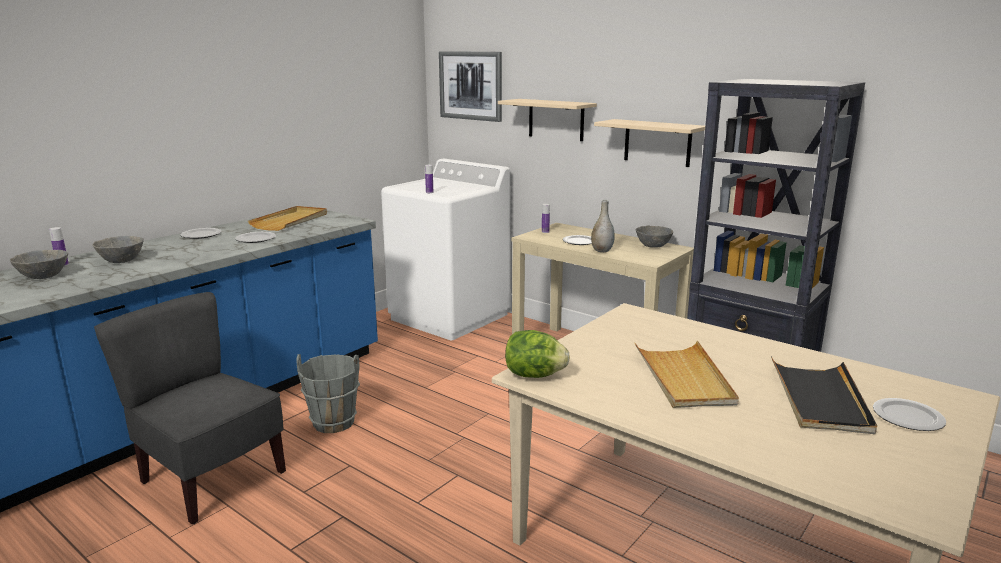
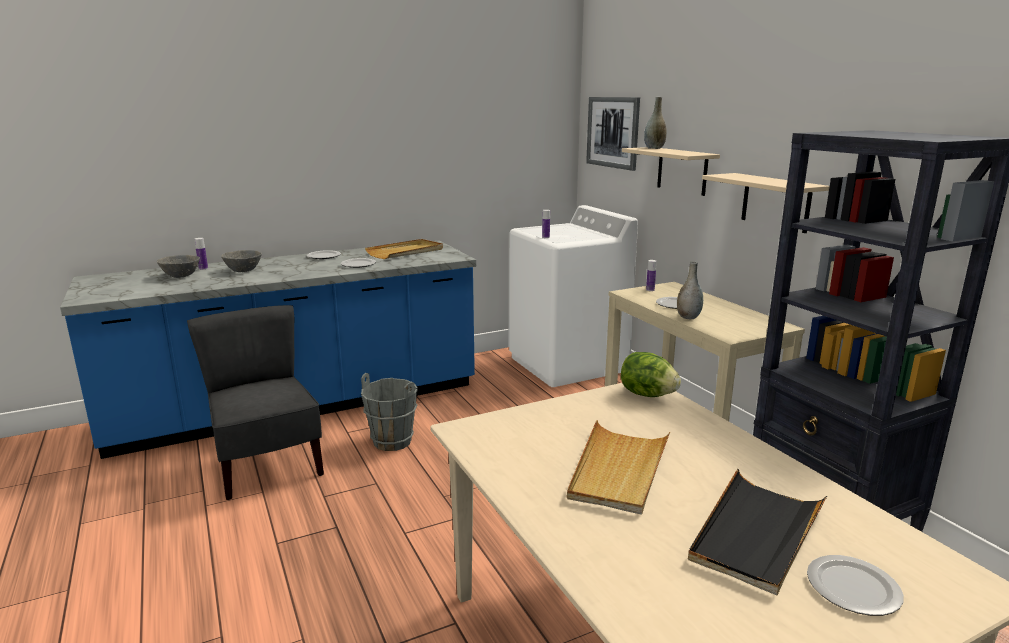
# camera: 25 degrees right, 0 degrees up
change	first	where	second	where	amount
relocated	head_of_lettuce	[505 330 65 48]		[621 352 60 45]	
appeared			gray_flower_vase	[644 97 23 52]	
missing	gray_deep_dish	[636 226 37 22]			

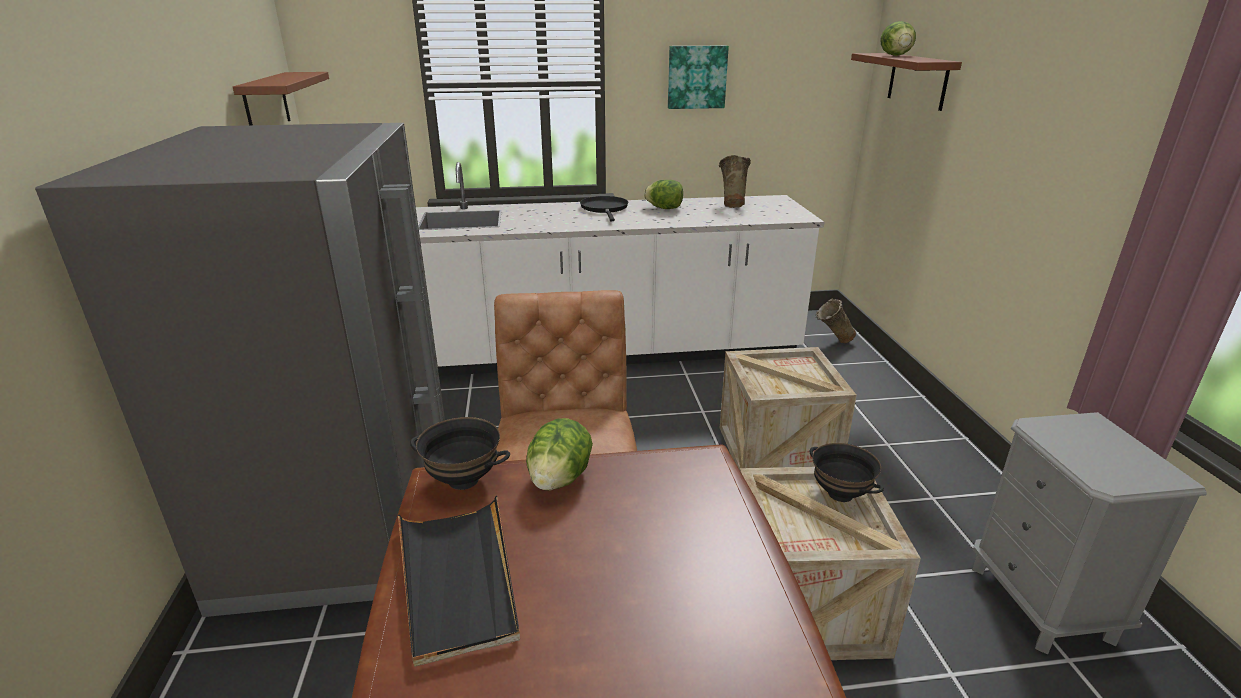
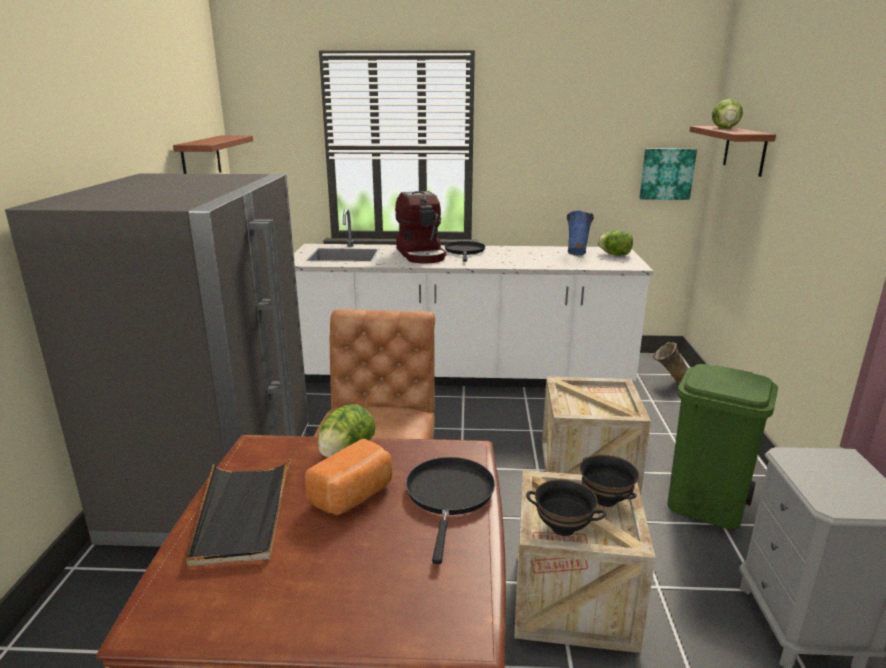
# camera: 10 degrees right, 5 degrees down
change	first	where	second	where	amount
appeared			bread	[305 439 87 76]	
appeared			coffee_machine	[395 191 51 72]	
appeared			black-coloured_frying_pan	[406 457 89 107]	
relocated	black-coloured_deep_dish	[410 417 100 73]		[526 479 80 57]	
colour	beige_flower_vase	[719 155 32 53]	blue-coloured_flower_vase	[566 210 28 46]	
relocated	head_of_lettuce	[644 180 39 29]		[598 230 35 26]	
relocated	wall_art	[668 46 61 63]		[639 148 58 52]	
appeared			green_trash_can	[667 364 111 165]	

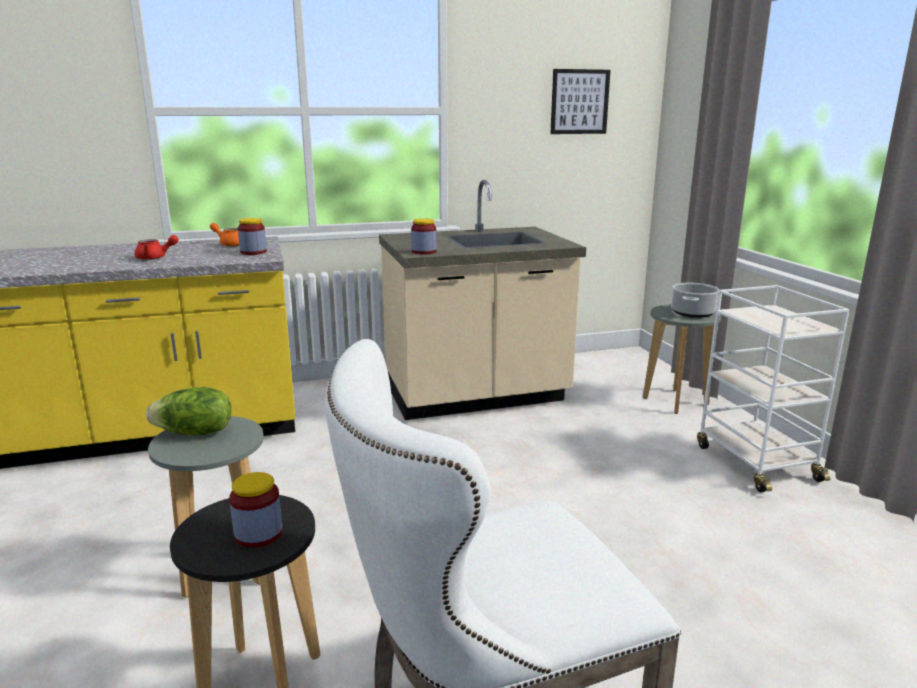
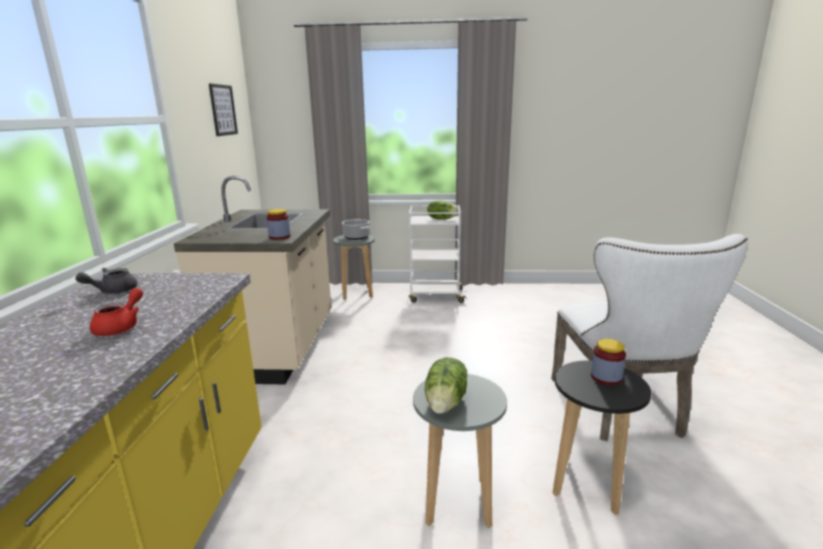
# camera: 70 degrees left, 0 degrees up
change	first	where	second	where	amount
colour	orange_pot_for_tea	[210 223 29 24]	gray_pot_for_tea	[75 268 62 26]	
appeared			head_of_lettuce	[427 201 32 19]	
missing	preserve_jar	[238 218 29 37]			

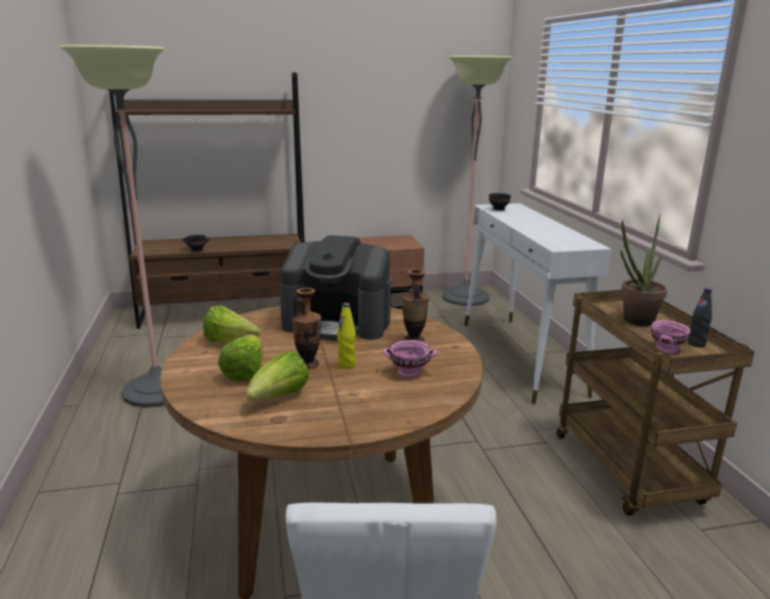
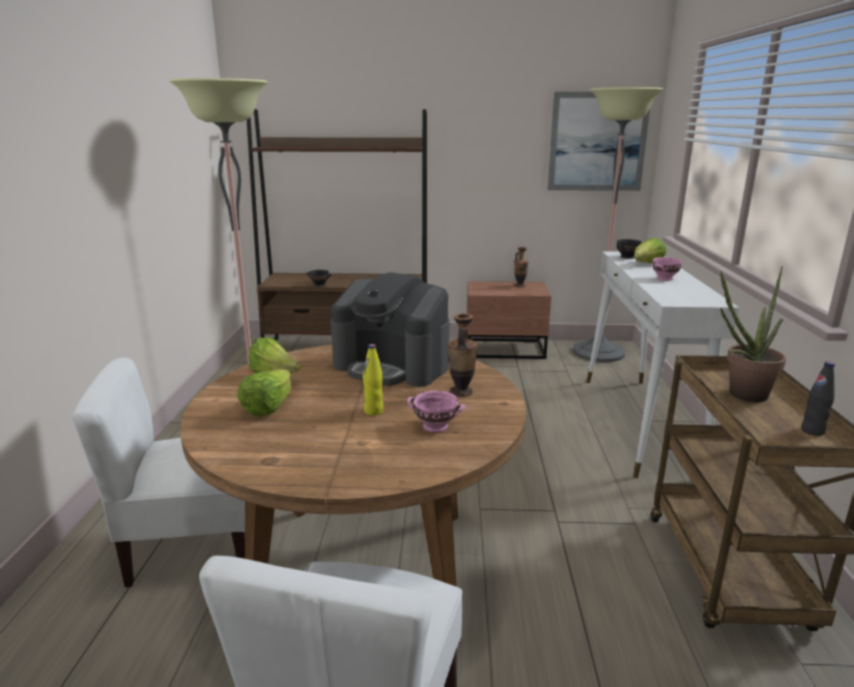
# camera: 15 degrees right, 0 degrees up
change	first	where	second	where	amount
appeared			white_plain_chair	[72 357 173 231]	
relocated	flower_vase	[292 288 29 81]		[514 247 15 41]	
appeared			wall_art	[548 92 102 99]	
relocated	head_of_lettuce	[246 351 63 50]		[634 238 32 25]	
relocated	pink-coloured_deep_dish	[651 320 40 33]		[653 257 29 23]	

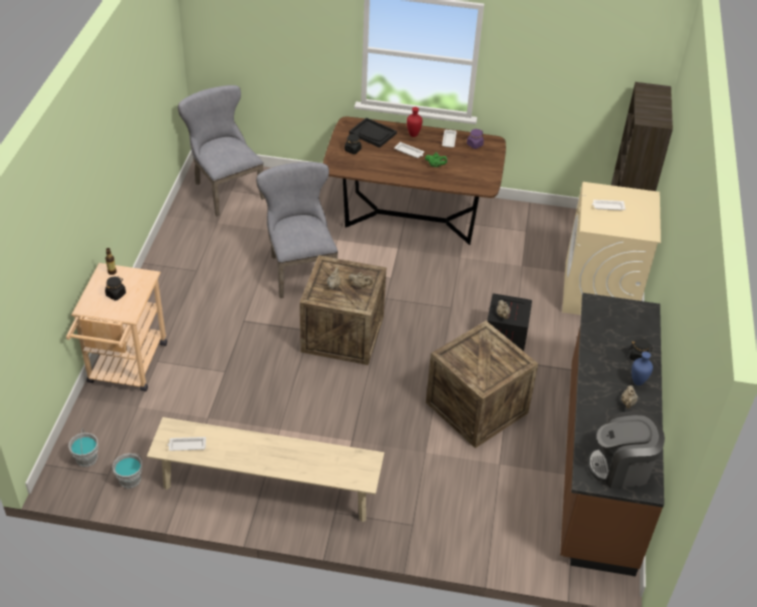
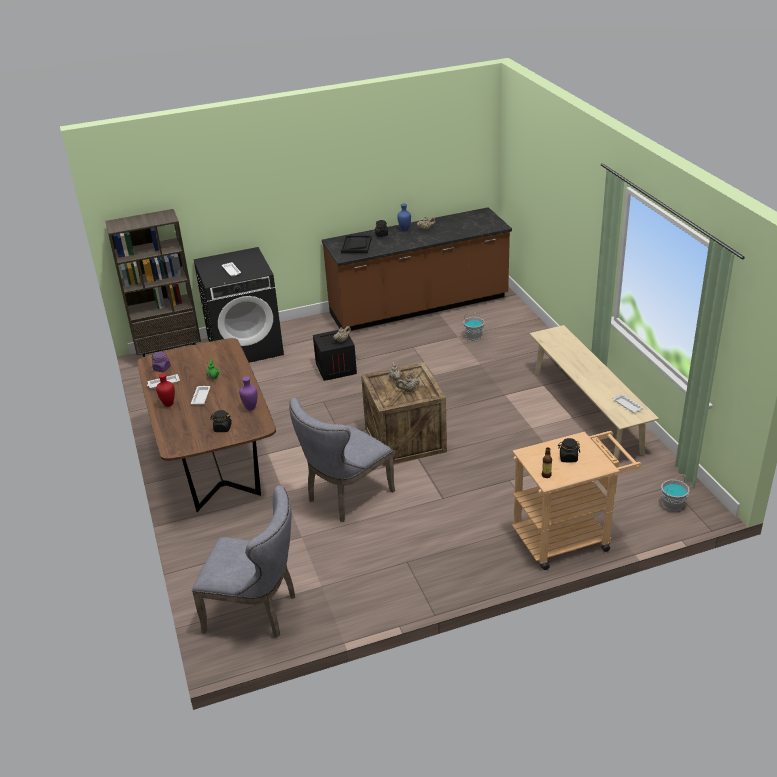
# camera: 115 degrees left, 10 degrees down
change	first	where	second	where	amount
spun	gray_plain_chair	[178 85 87 131]		[192 485 103 153]	105 degrees counterclockwise
colour	beige_laundry_appliance	[562 182 99 133]	black-coloured_laundry_appliance	[193 247 91 116]	
appeared			purplish_flower_vase	[239 376 19 35]	
relocated	black-coloured_serving_tray	[349 118 48 30]		[341 235 31 18]	
relocated	gray_pail	[112 453 30 35]		[463 312 22 29]	
missing	crate	[426 321 112 127]			
missing	coffee_machine	[587 411 78 78]			

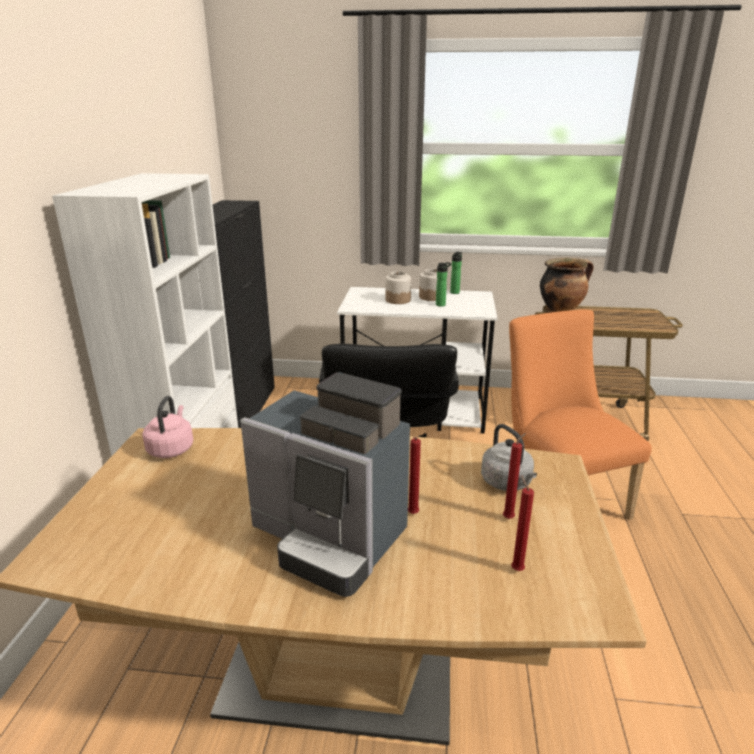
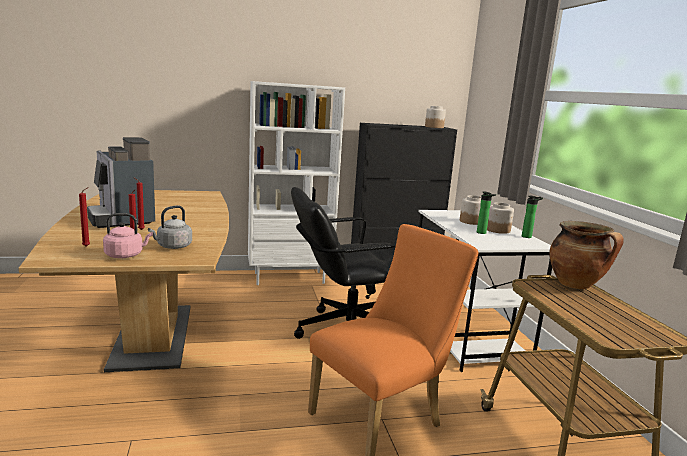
# camera: 70 degrees right, 10 degrees down
change	first	where	second	where	amount
spun	coffee_machine	[240 372 170 225]		[87 137 68 91]	45 degrees counterclockwise
relocated	pink-coloured_tea_kettle	[142 396 51 62]		[103 213 50 45]	
appeared			preserve_jar	[425 106 21 22]	

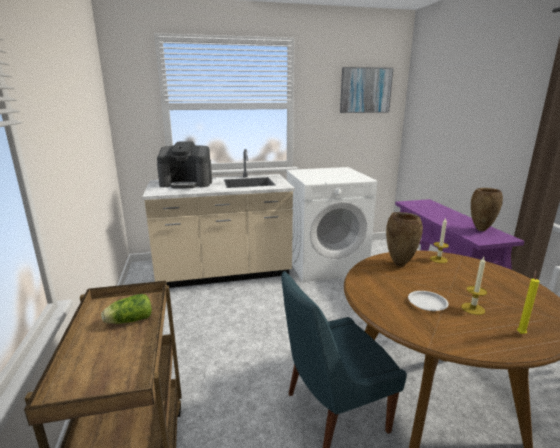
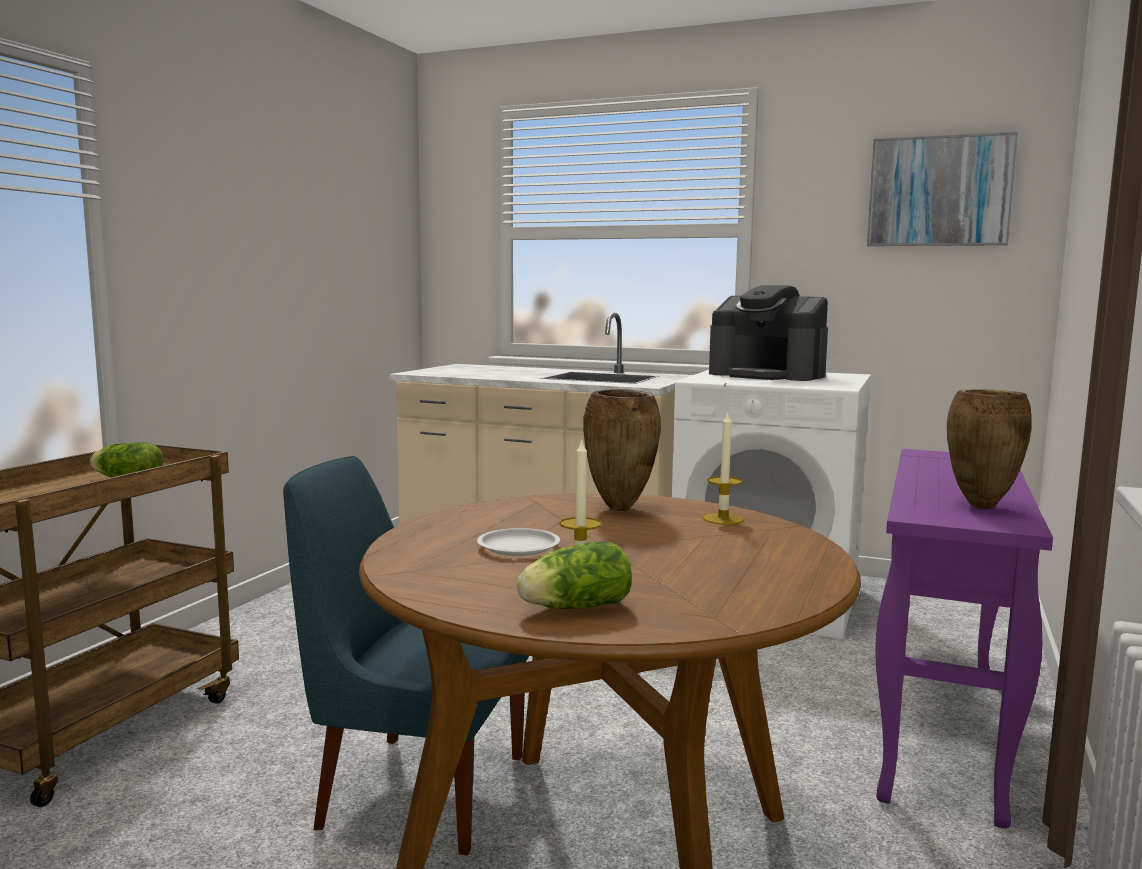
# camera: 35 degrees right, 10 degrees down
change	first	where	second	where	amount
exchanged	yellow-coloured_wax_candle	[517 271 23 63]	head_of_lettuce	[517 541 115 68]	
relocated	coffee_machine	[157 141 55 47]		[709 285 119 96]	

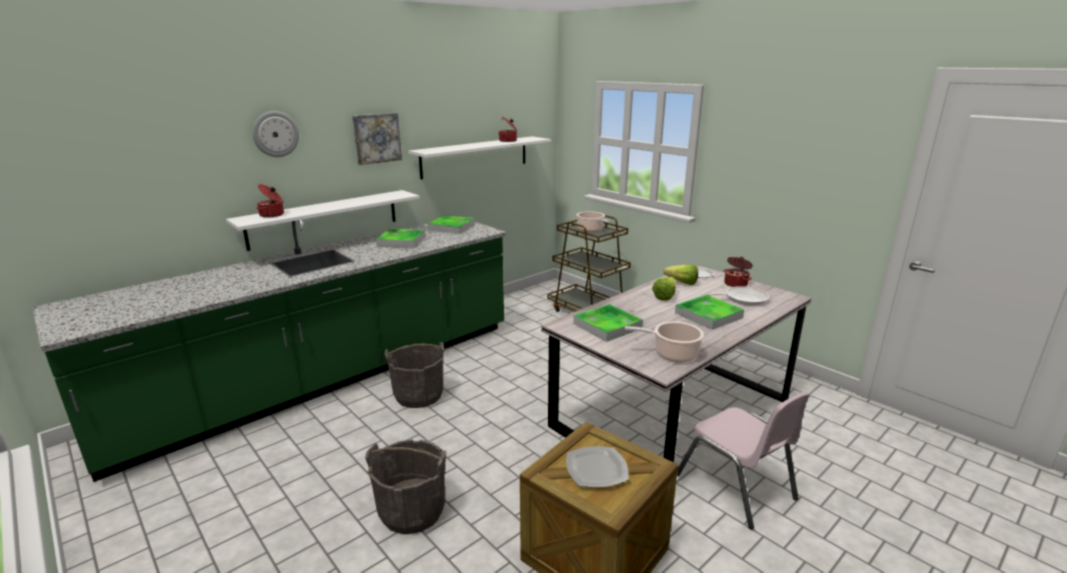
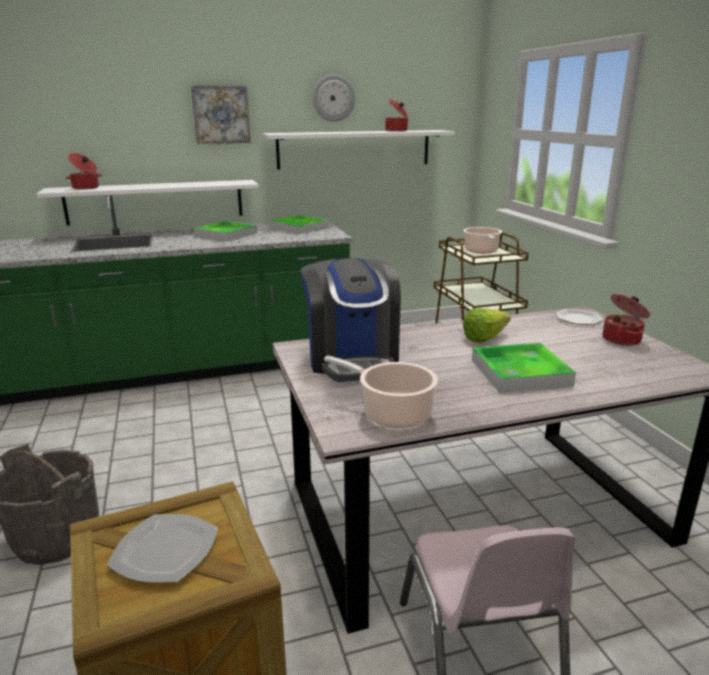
# camera: 25 degrees right, 0 degrees up
change	first	where	second	where	amount
exchanged	serving_tray	[573 304 70 38]	coffee_machine	[301 258 100 124]	
relocated	clock_on_the_wall	[252 111 47 46]		[312 74 43 48]	
missing	gray_pail	[385 342 59 66]			
missing	head_of_lettuce	[664 264 34 21]			
missing	frying_pan	[707 286 62 19]			

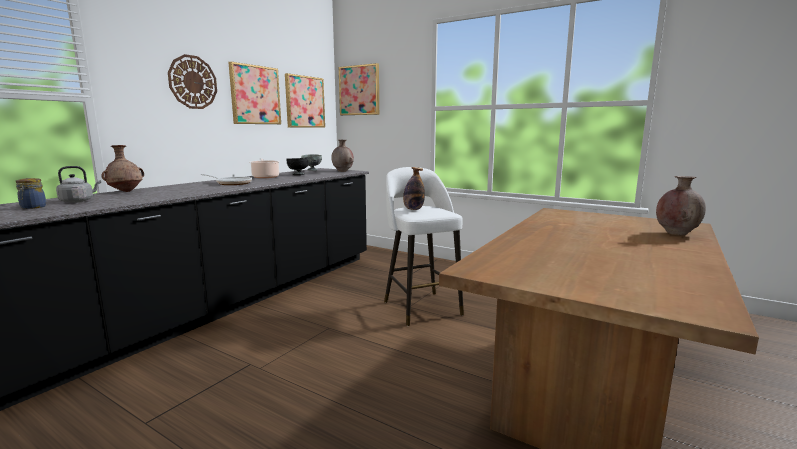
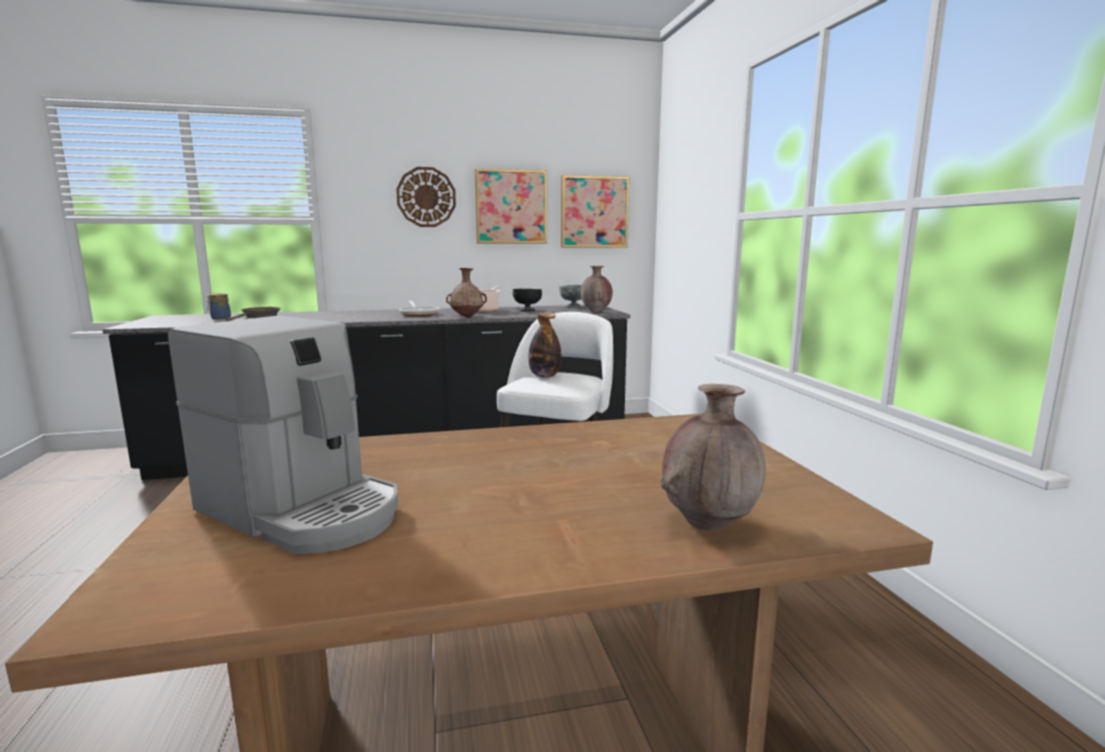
# camera: 45 degrees right, 0 degrees up
change	first	where	second	where	amount
appeared			coffee_machine	[168 316 230 238]	
exchanged	gray_tea_kettle	[56 166 45 37]	brown-coloured_frying_pan	[226 307 55 14]	
relocated	brown-coloured_flower_vase	[101 145 43 47]		[446 268 41 49]	
missing	wall_art	[339 63 40 52]			

